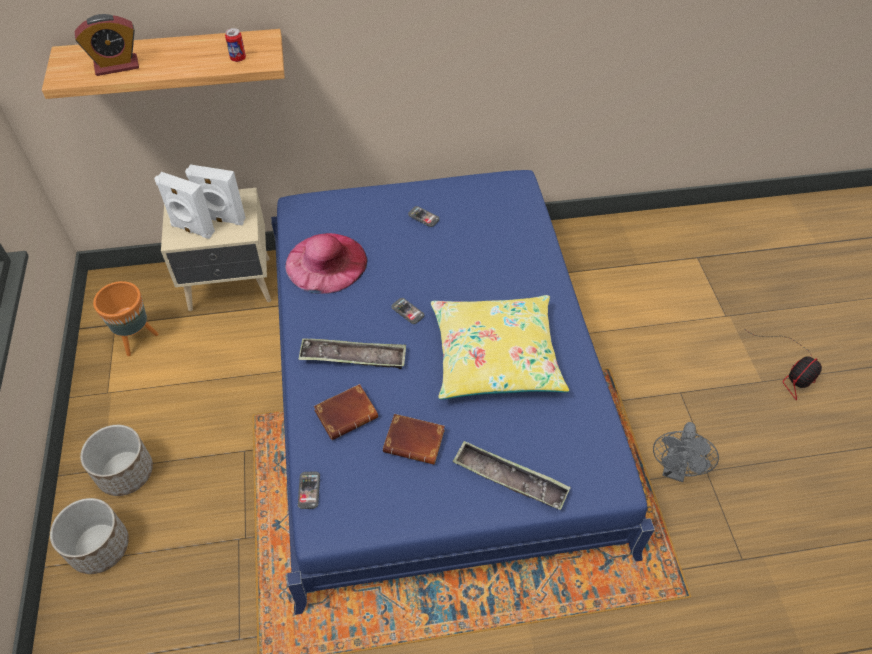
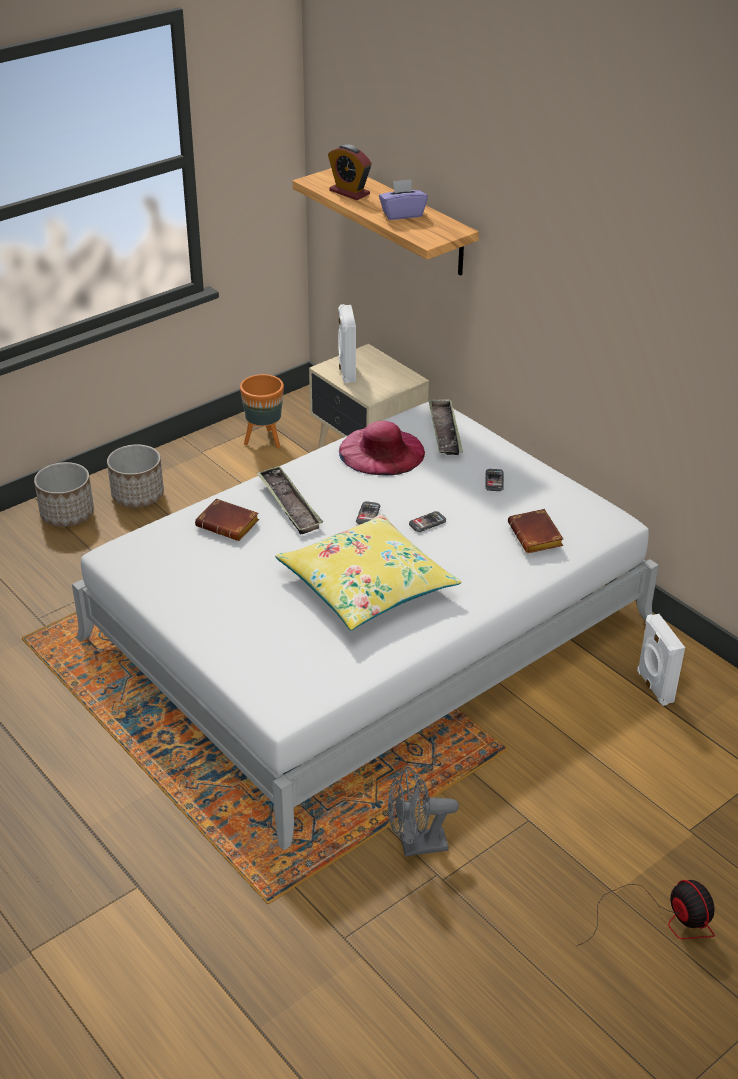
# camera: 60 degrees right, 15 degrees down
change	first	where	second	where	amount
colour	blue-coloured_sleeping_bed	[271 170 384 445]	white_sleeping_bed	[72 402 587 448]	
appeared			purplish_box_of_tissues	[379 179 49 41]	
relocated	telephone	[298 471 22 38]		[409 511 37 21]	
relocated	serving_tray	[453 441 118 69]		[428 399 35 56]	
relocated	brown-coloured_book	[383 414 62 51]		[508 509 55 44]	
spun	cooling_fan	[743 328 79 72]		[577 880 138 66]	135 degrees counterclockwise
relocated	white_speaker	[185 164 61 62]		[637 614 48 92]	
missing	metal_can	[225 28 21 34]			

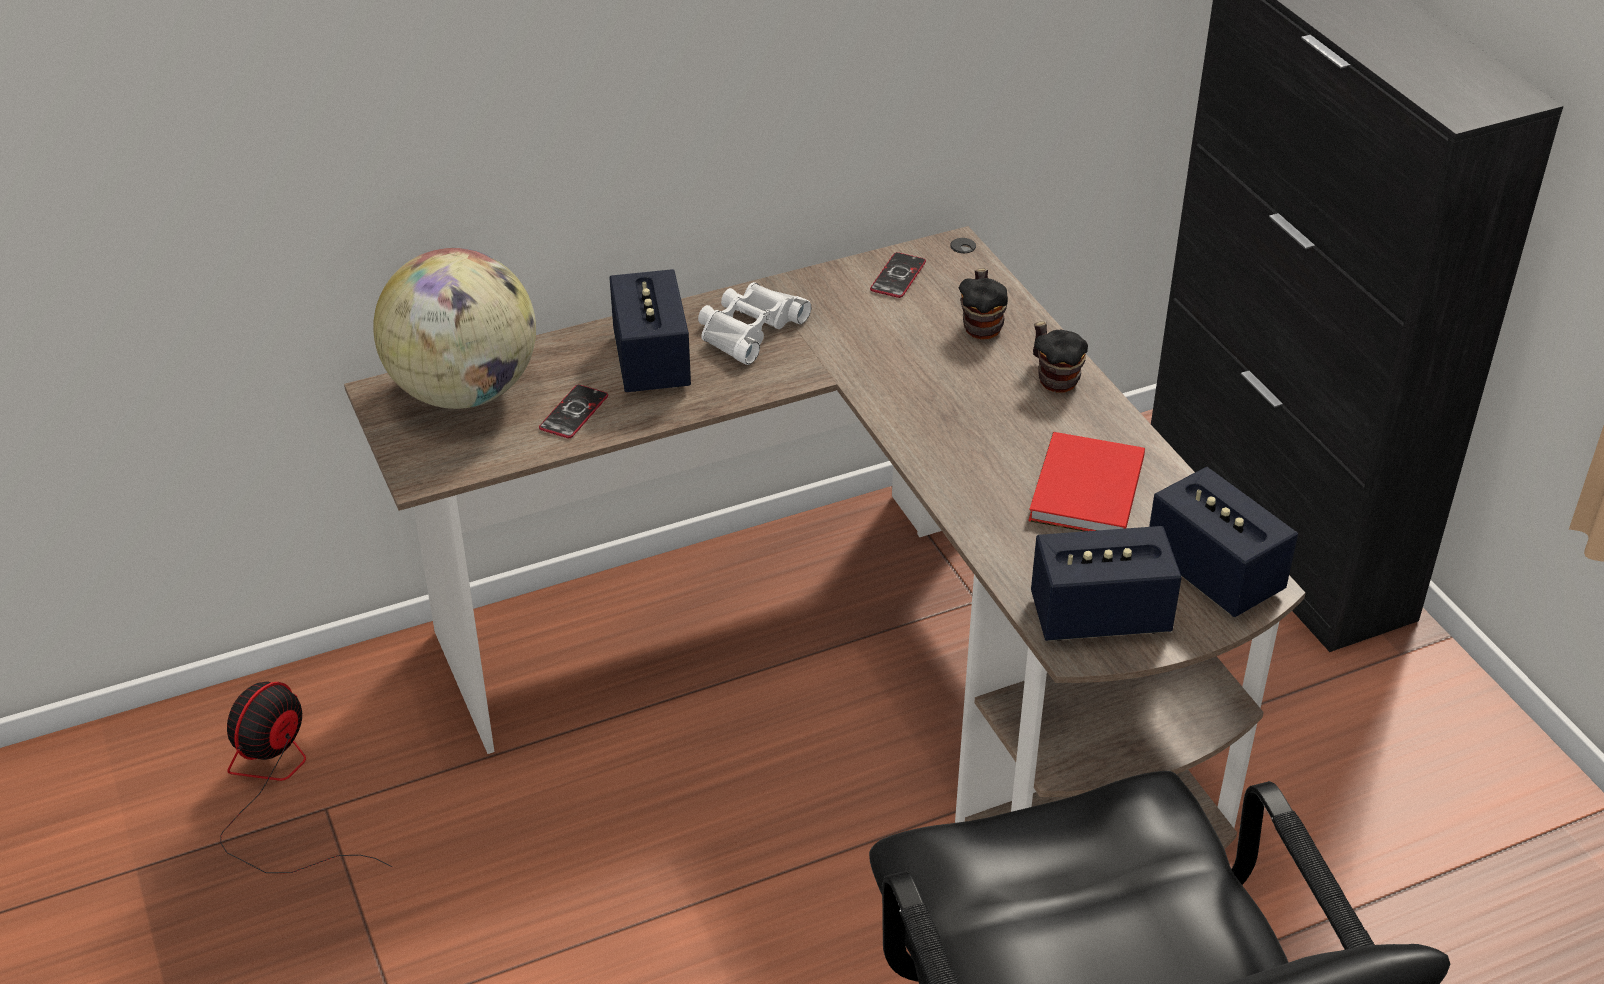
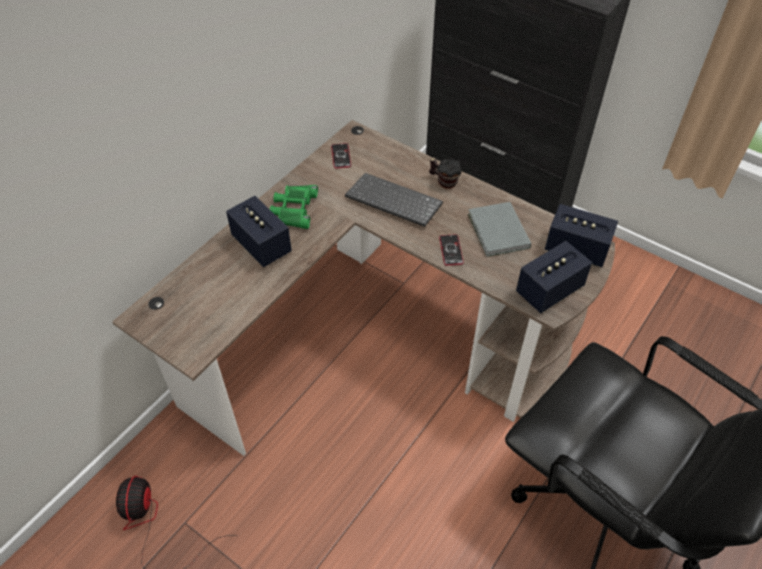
# camera: 30 degrees left, 10 degrees up
change	first	where	second	where	amount
colour	white_binoculars	[698 282 113 83]	green_binoculars	[270 185 48 44]	
appeared			PC_keyboard	[345 173 98 54]	
relocated	telephone	[539 385 69 53]		[439 234 25 32]	
colour	reddish_book	[1028 432 117 99]	gray_book	[468 202 63 55]	
missing	globe	[373 248 163 161]			
missing	coffee_mug	[959 268 49 71]			

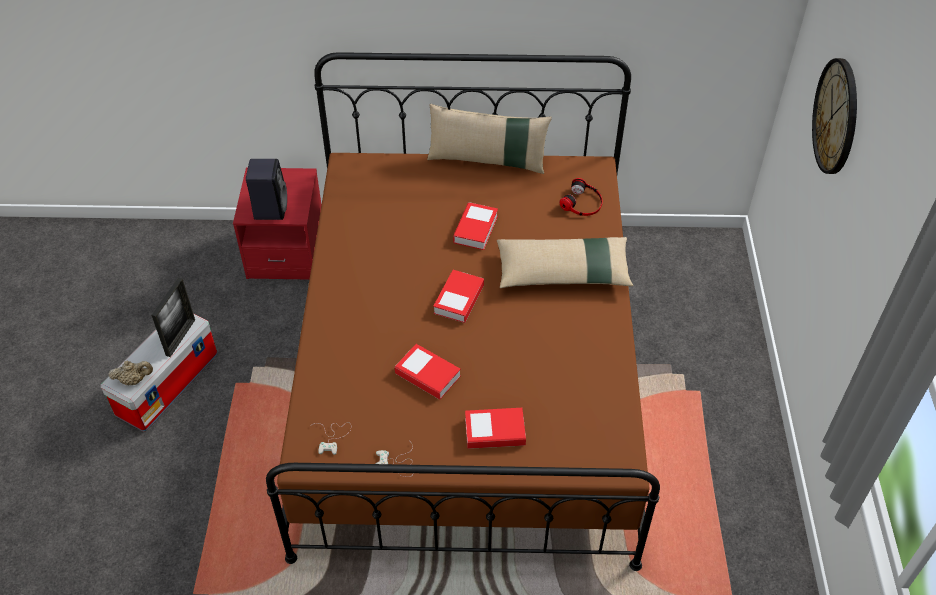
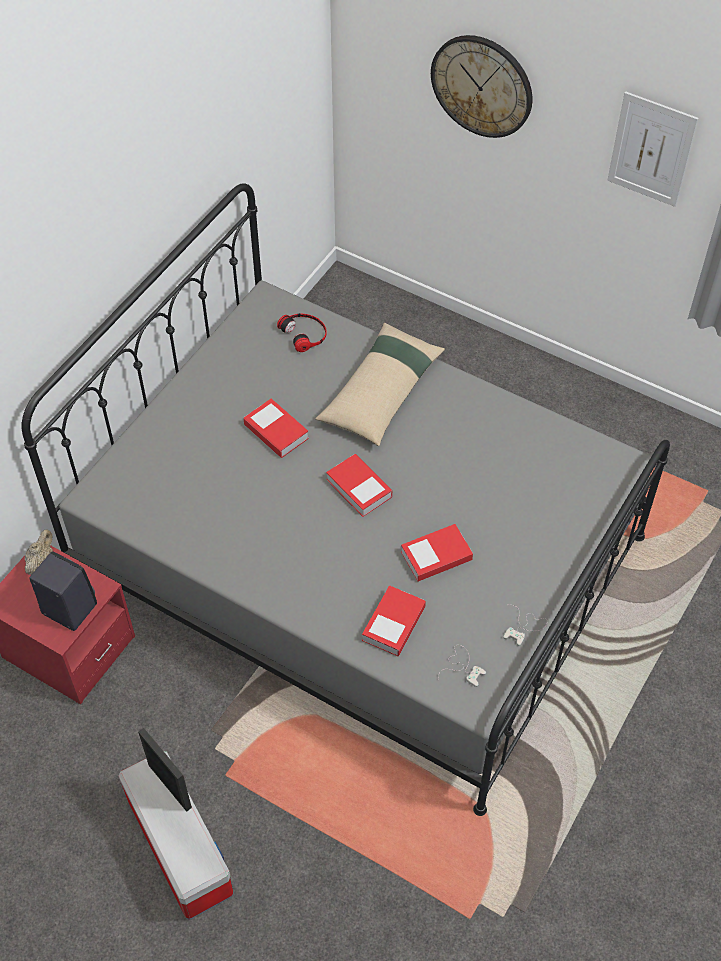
# camera: 60 degrees left, 5 degrees up
change	first	where	second	where	amount
colour	brown-coloured_sleeping_bed	[266 52 394 519]	gray_sleeping_bed	[22 183 648 633]	
relocated	beige_pot_for_tea	[108 361 45 24]		[25 529 28 46]	
relocated	book	[465 408 61 41]		[362 585 64 71]	
appeared			wall_art	[607 91 91 116]	
missing	beige_cushion	[427 104 125 70]			

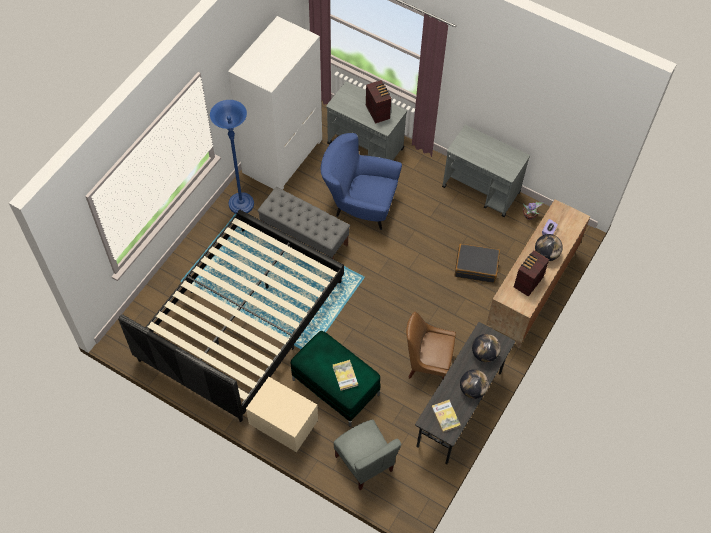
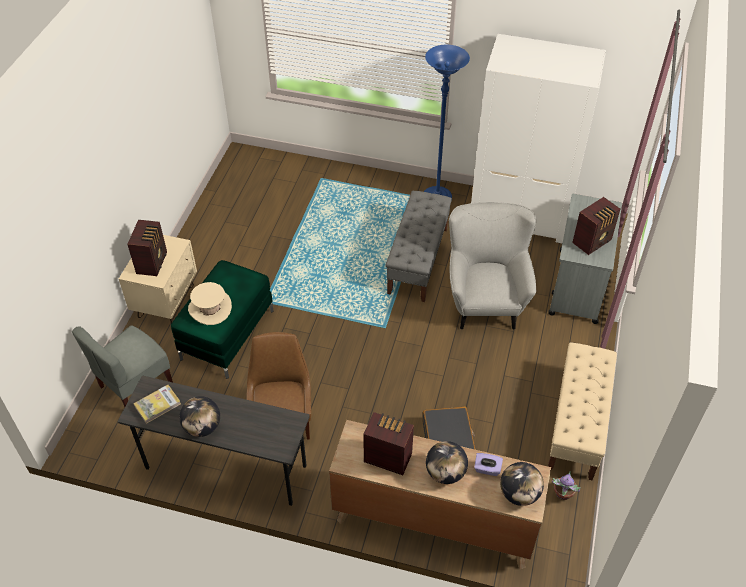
# camera: 75 degrees right, 10 degrees down
change	first	where	second	where	amount
appeared			radio_receiver	[127 220 40 56]	
exchanged	book	[333 360 25 31]	beige_hat	[188 282 44 43]	
colour	blue-coloured_easy_chair	[321 133 81 97]	gray_easy_chair	[449 202 87 128]	
relocated	globe	[472 334 29 28]		[500 462 44 44]	
exchanged	gray_trolley	[442 125 88 92]	beige_long_seat	[548 342 69 138]	
missing	black-coloured_sleeping_bed	[118 210 226 212]			

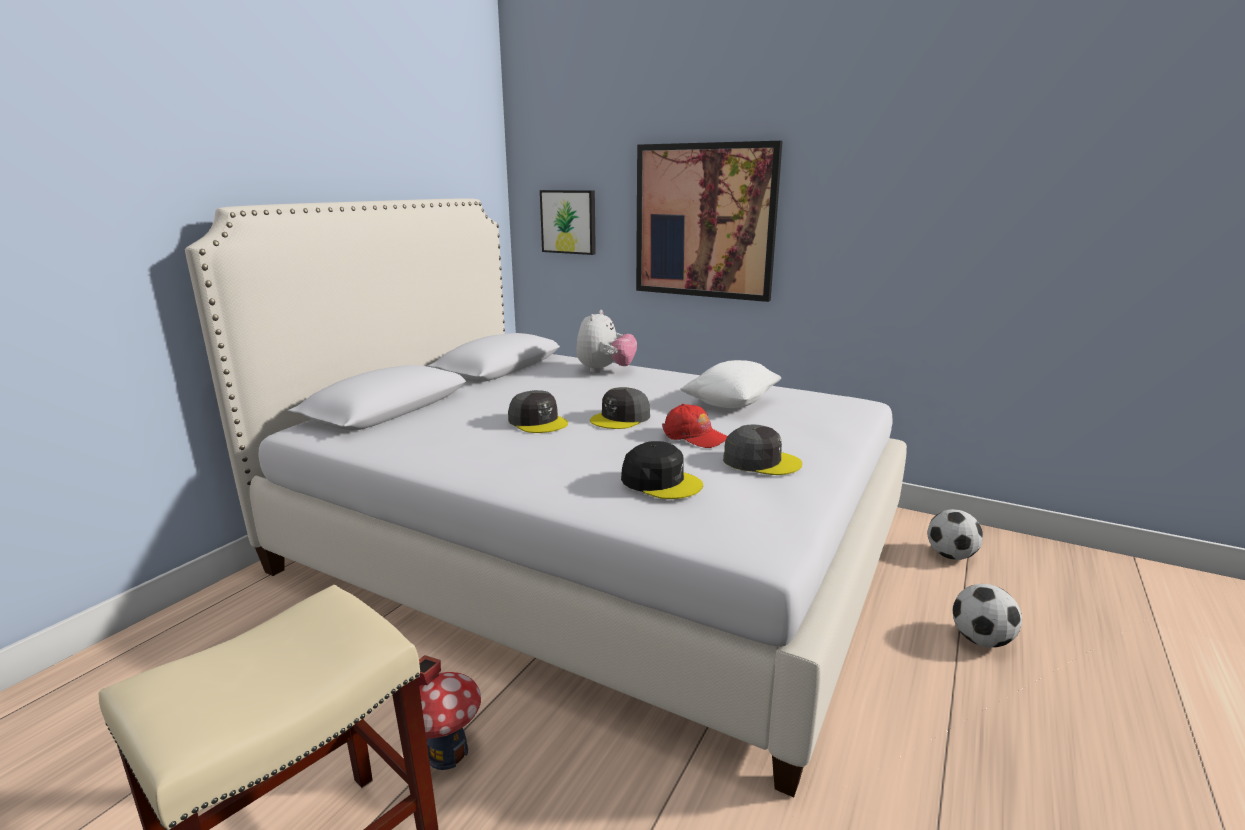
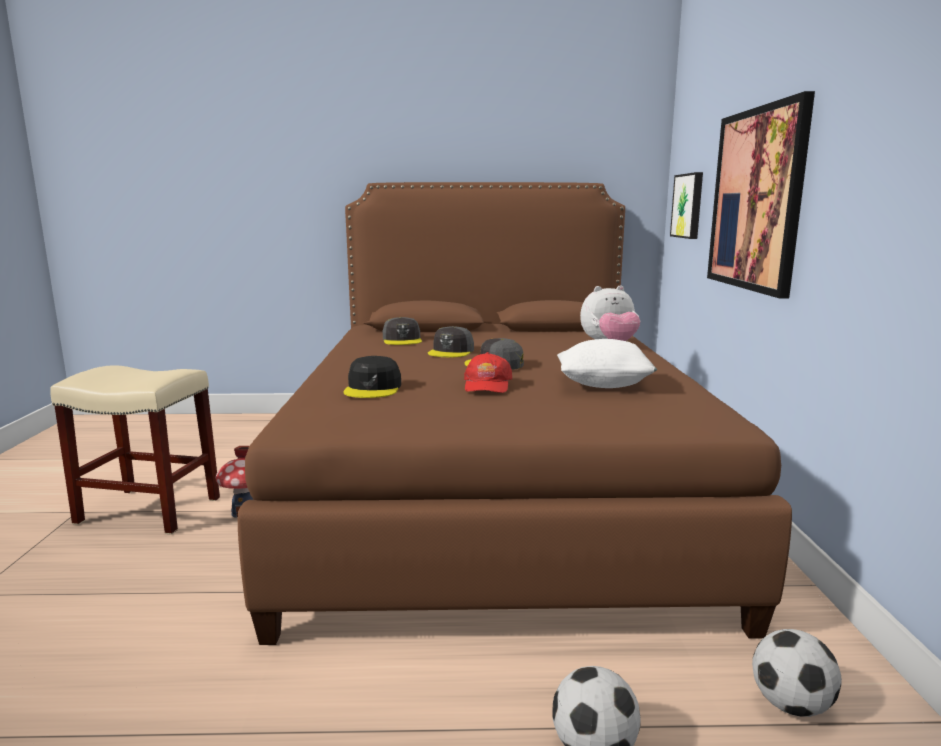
# camera: 60 degrees right, 5 degrees down
change	first	where	second	where	amount
colour	white_sleeping_bed	[185 199 722 598]	brown-coloured_sleeping_bed	[238 182 554 463]	
relocated	gray_cap	[723 424 79 51]		[383 317 39 28]	

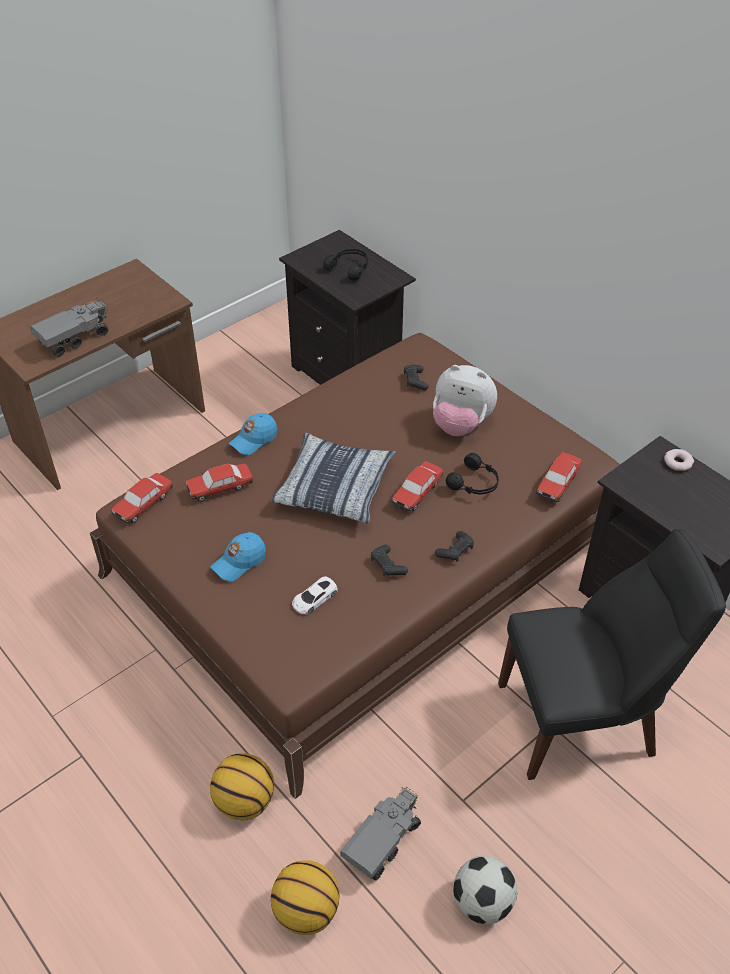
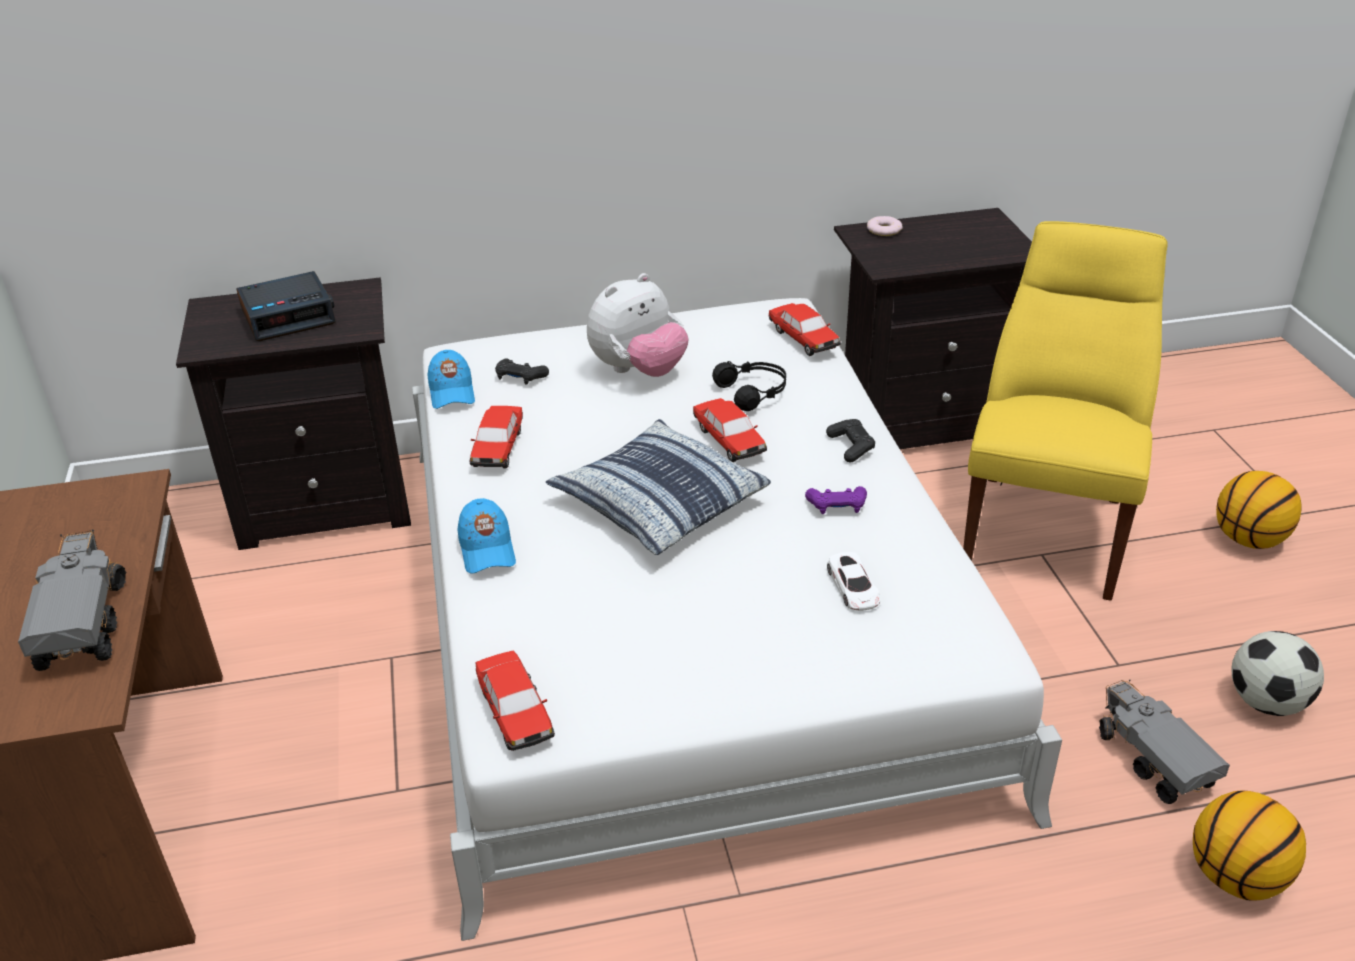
# camera: 60 degrees left, 10 degrees down
change	first	where	second	where	amount
exchanged	black-coloured_headphones	[323 249 45 32]	table_clock	[236 271 100 70]	
colour	brown-coloured_sleeping_bed	[90 333 530 466]	white_sleeping_bed	[412 298 650 643]	
relocated	blue-coloured_cap	[210 532 56 49]		[427 350 48 59]	
relocated	miniature_car	[186 464 67 38]		[470 406 53 62]	
colour	black-coloured_gamepad	[371 545 37 31]	purplish_gamepad	[805 486 62 28]	
colour	black-coloured_plain_chair	[498 529 228 251]	yellow-coloured_plain_chair	[963 221 205 379]	
relocated	ball_for_basketball	[210 753 64 67]		[1216 471 85 78]	

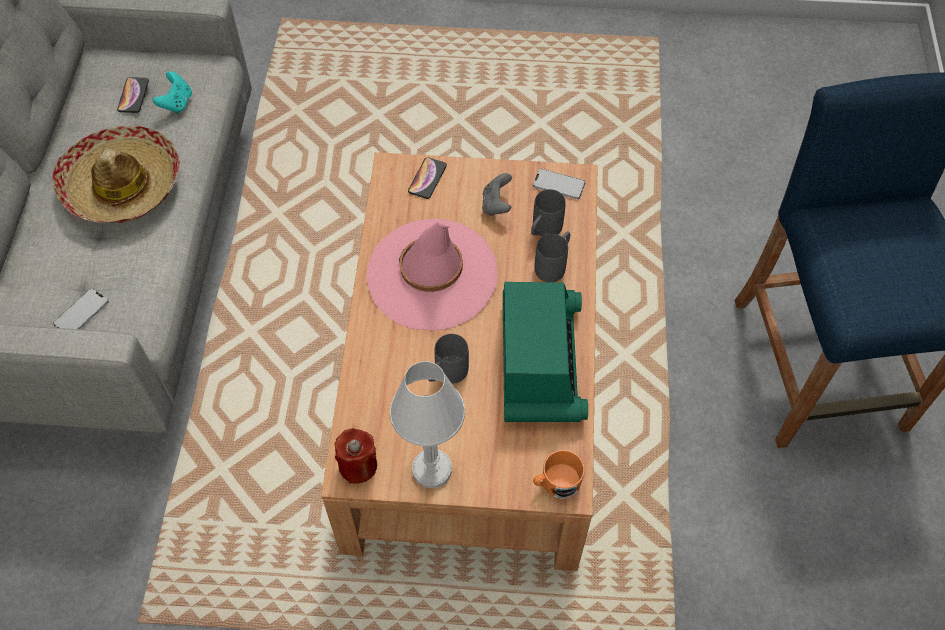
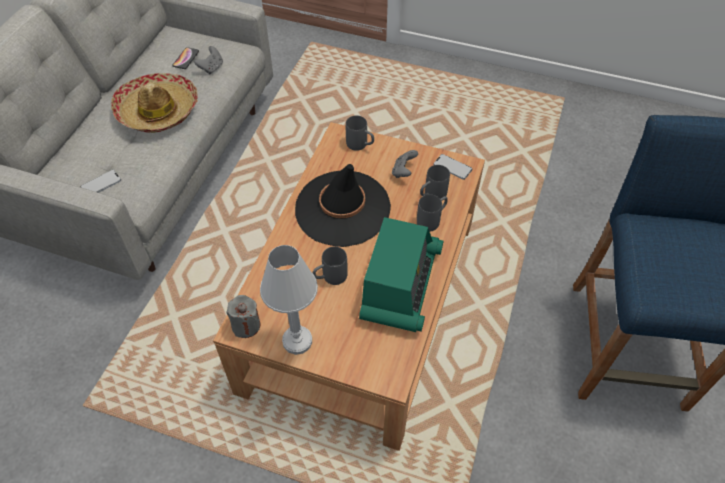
# camera: 15 degrees right, 5 degrees down
change	first	where	second	where	amount
colour	turquoise-coloured_gamepad	[153 71 39 43]	gray_gamepad	[194 46 29 28]	
colour	reddish_wax_candle	[335 428 42 56]	gray_wax_candle	[226 295 34 43]	
colour	pink-coloured_hat	[366 219 132 111]	black-coloured_hat	[295 164 96 83]	
exchanged	telephone	[408 157 39 42]	gray_coffee_mug	[346 116 28 35]	
missing	orange_coffee_mug	[533 450 52 49]			

